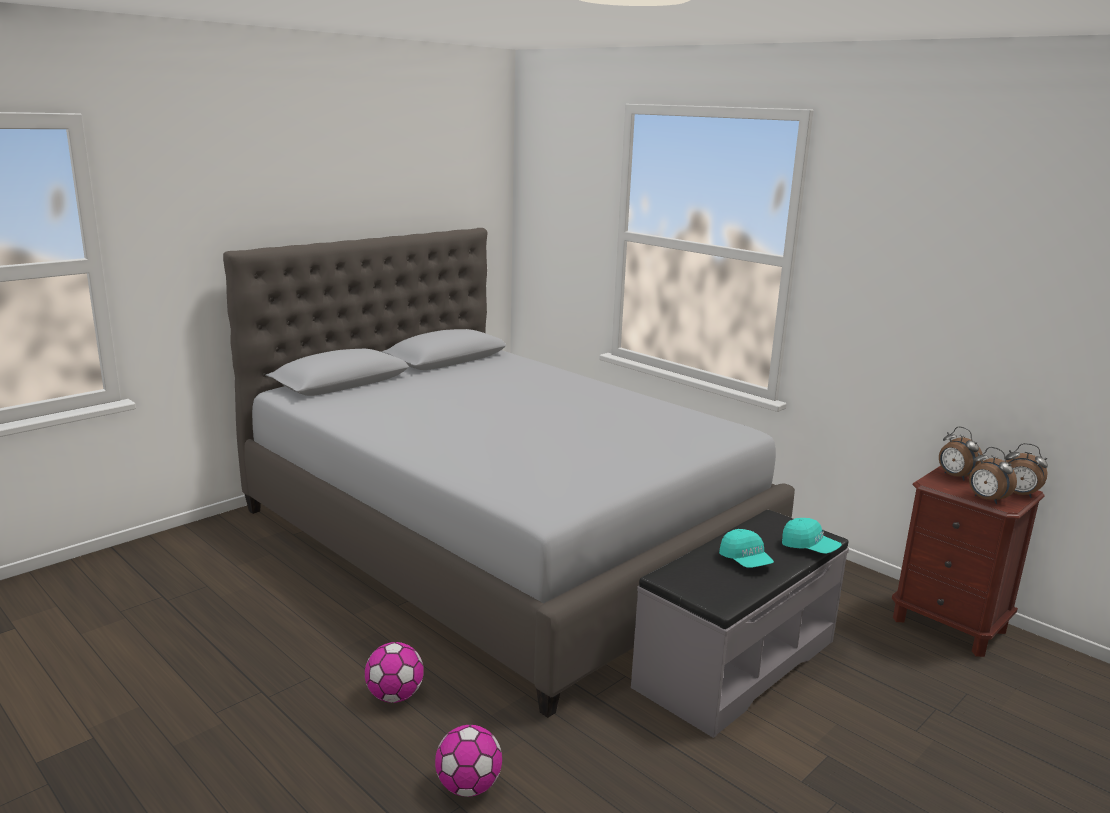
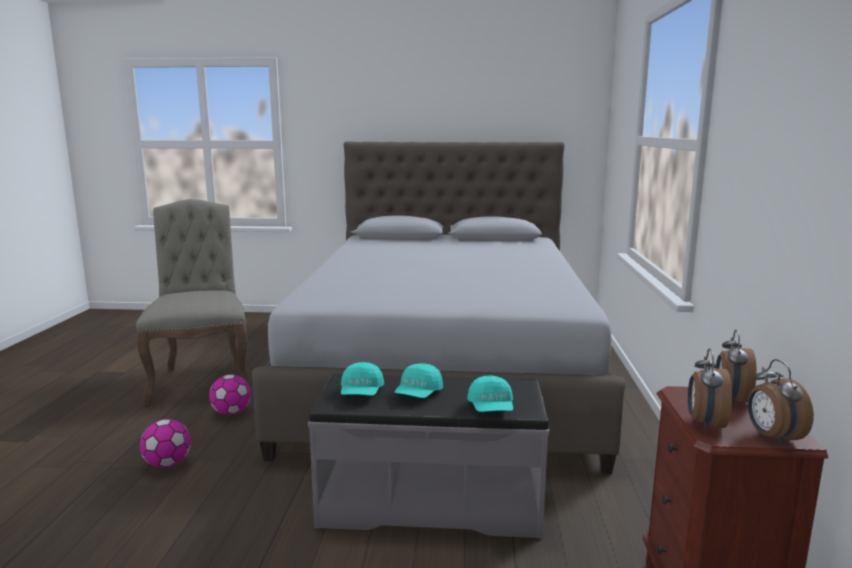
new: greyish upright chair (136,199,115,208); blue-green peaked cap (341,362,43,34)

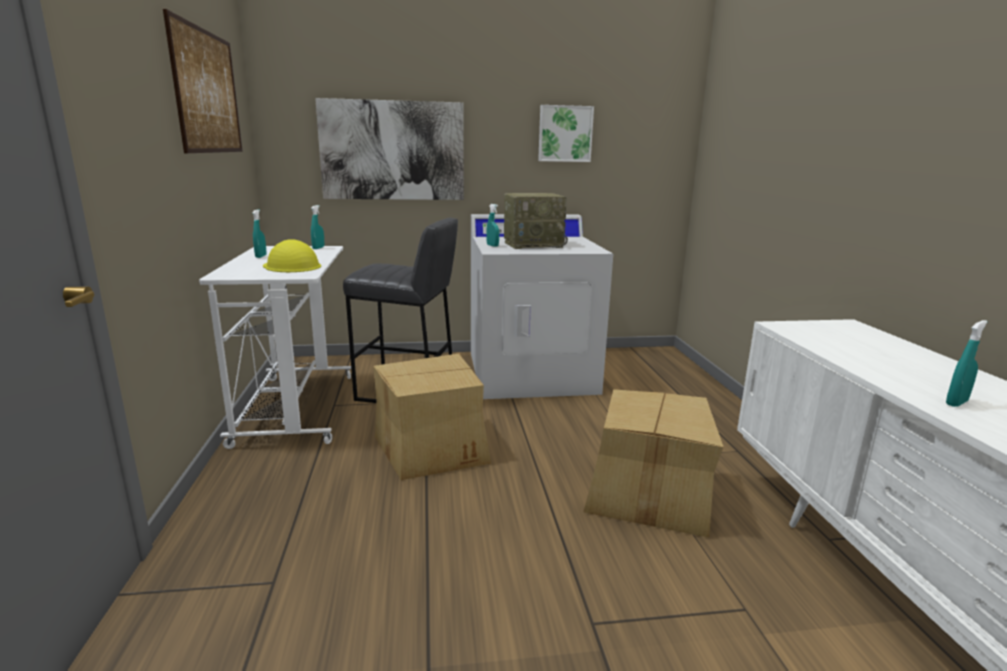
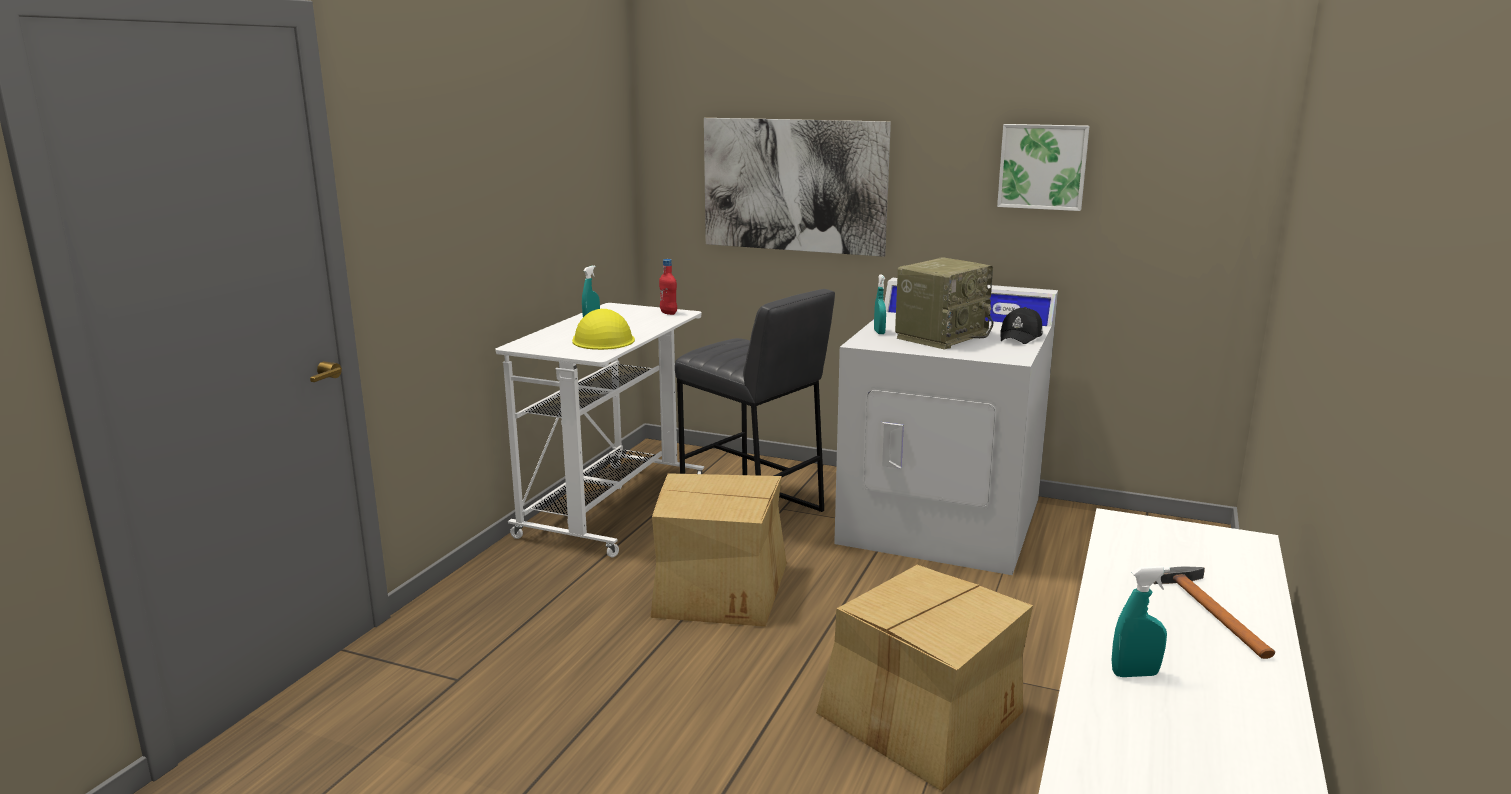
gone: wall art (163,9,80,144)
new: blackish peaked cap (1000,307,42,37); hand hammer (1153,566,122,93)
swapped: blue-green hand sprayer (311,205,13,44) to red-coloured bottle (659,259,18,56)
rotated: radio set (504,193,64,56) = (895,257,98,93) 60 degrees counterclockwise

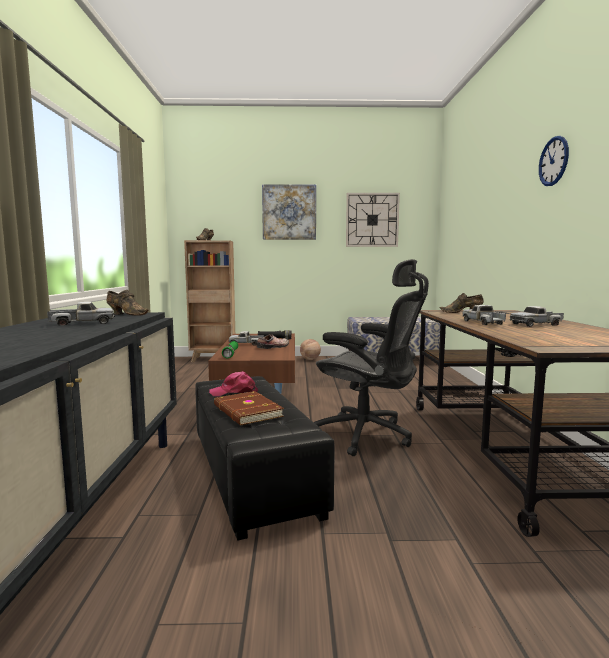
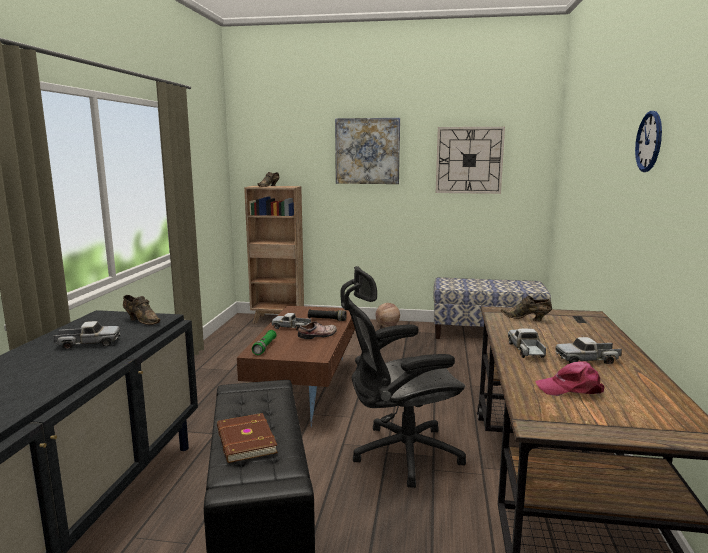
shifted: pink peaked cap (209,371,49,26) to (536,362,68,34)
rotated: desk chair (314,259,115,197) = (340,266,126,222) 120 degrees clockwise

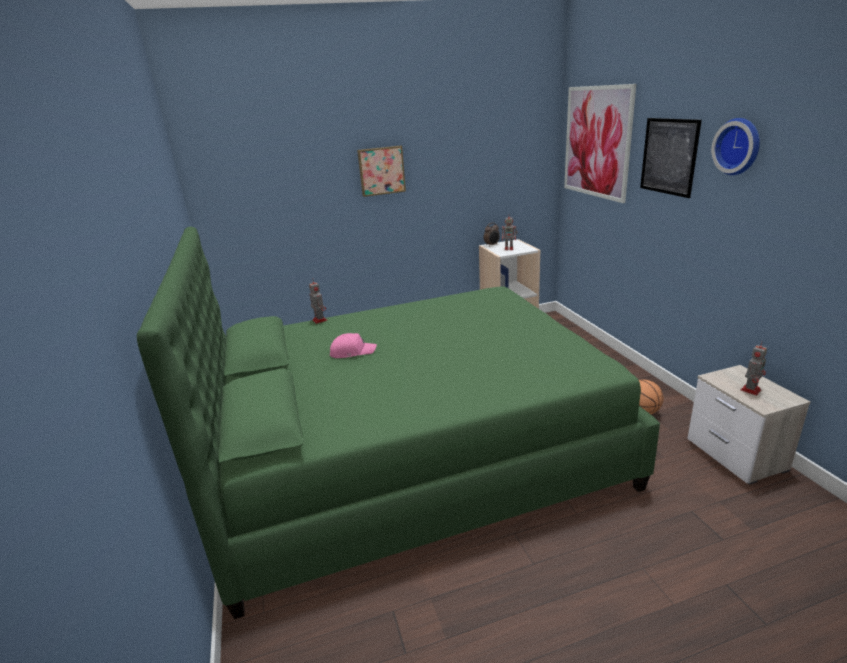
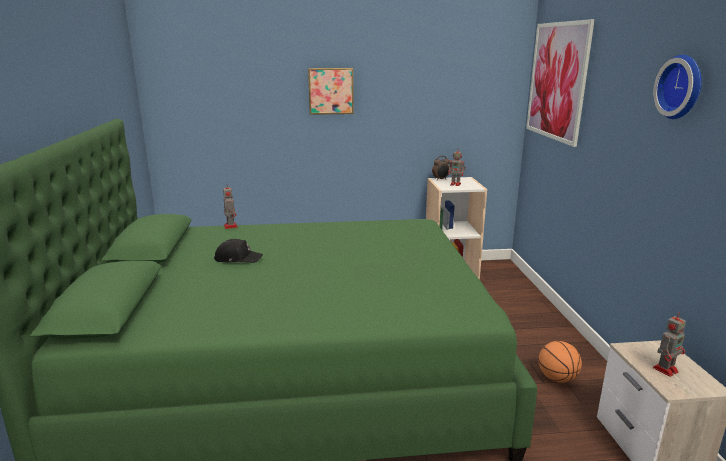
gone: wall art (640,118,62,80)
repainted: pink peaked cap (330,333,47,25) to blackish peaked cap (214,239,49,24)

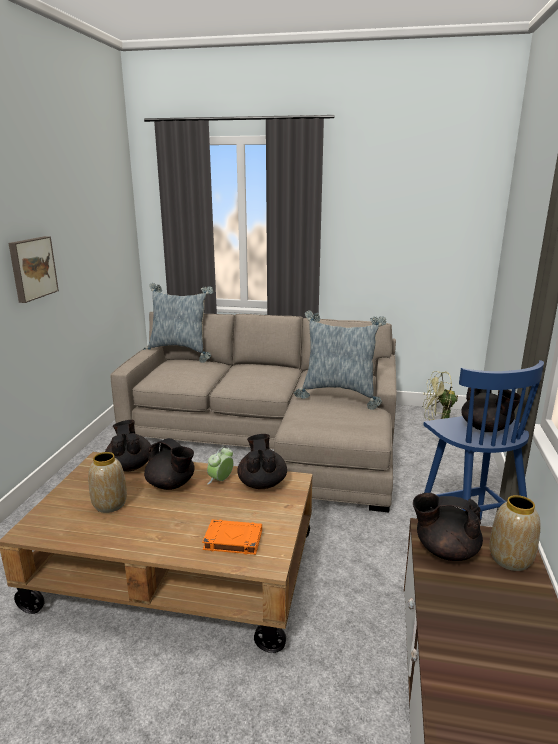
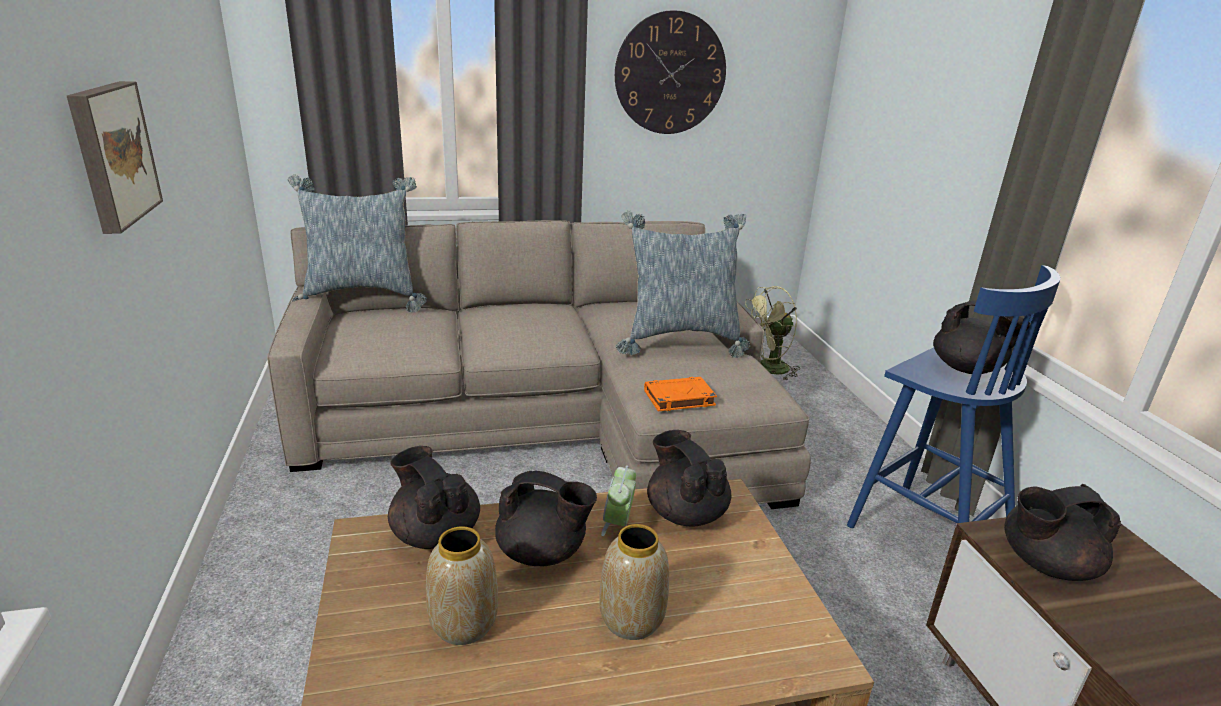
new: wall clock (615,10,111,124)
shifted: orangey bound book (202,520,60,35) to (644,377,73,34); flower vase (489,495,51,76) to (599,524,70,116)

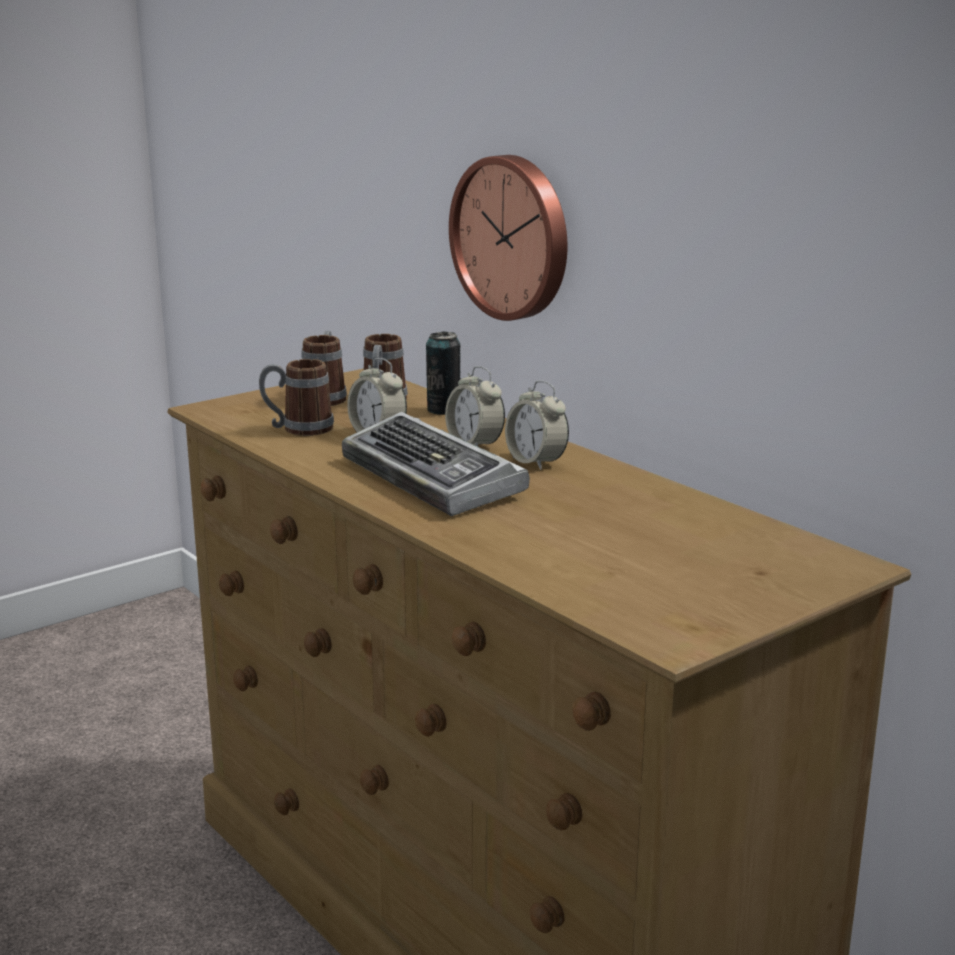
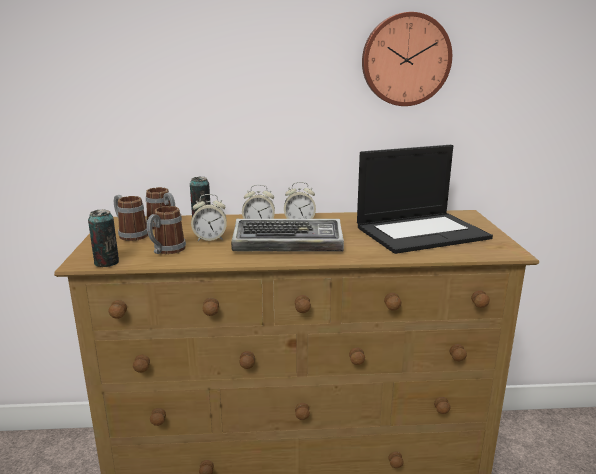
new: can (88,209,31,58); portable computer (357,145,136,109)
shifted: wall clock (449,155,119,166) to (362,12,90,94)

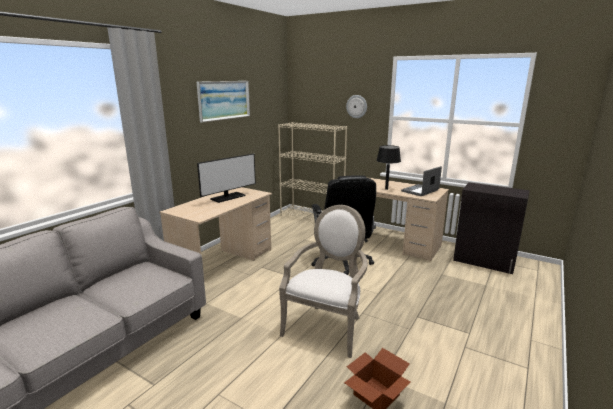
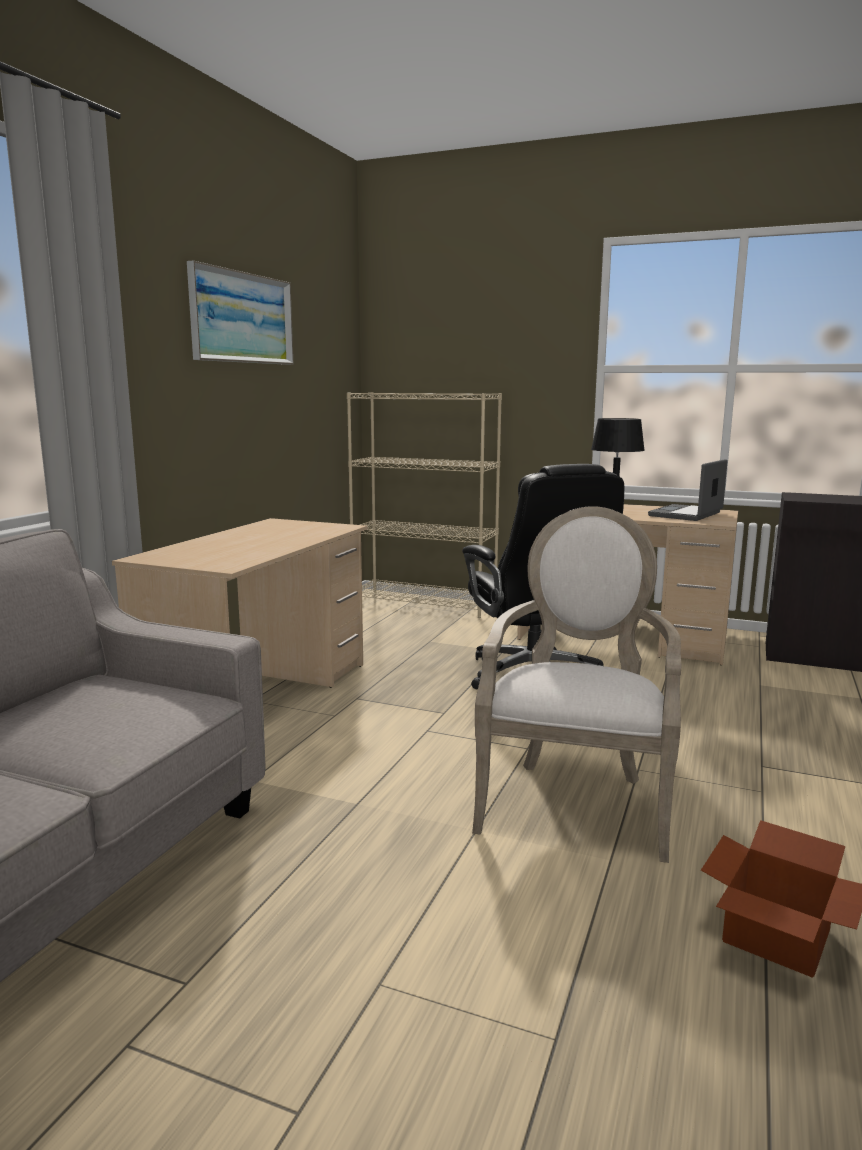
gone: computer display (197,153,59,50); wall clock (346,95,21,23)

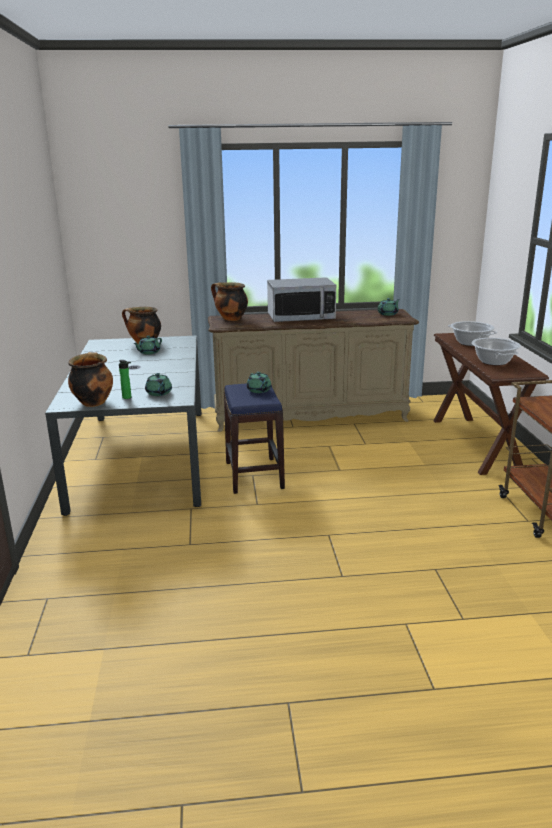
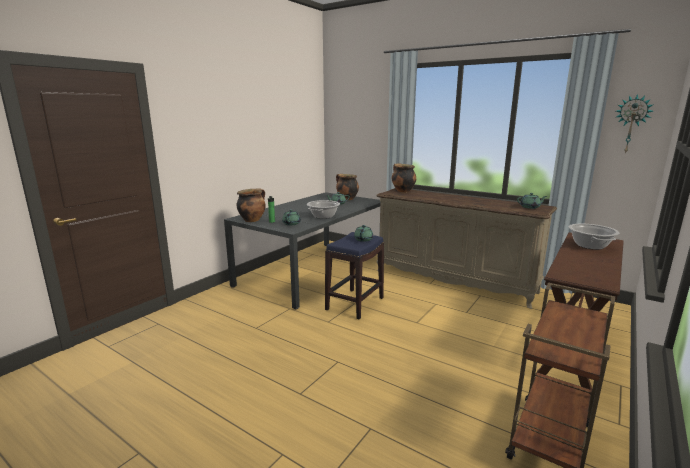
gone: microwave oven (267,277,69,45)
new: wall clock (616,94,37,60)
shifted: stockpot (472,338,49,27) to (307,200,33,19)

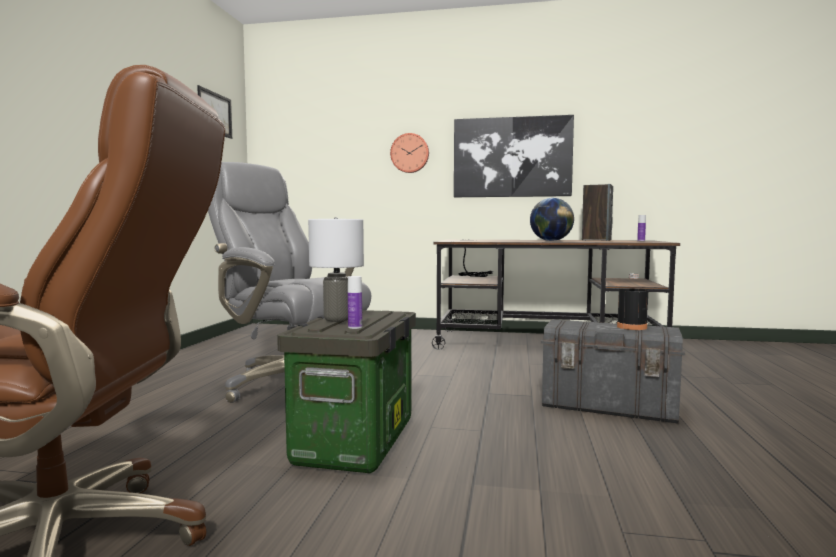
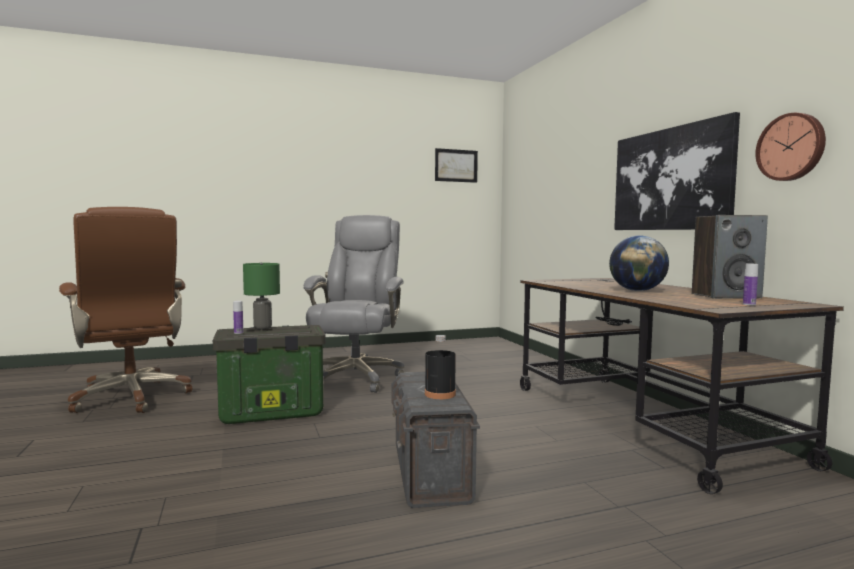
shifted: wall clock (390,133,39,40) to (755,113,71,68)
repainted: white-coloured tabletop lamp (308,217,56,105) to greenish tabletop lamp (243,262,37,68)

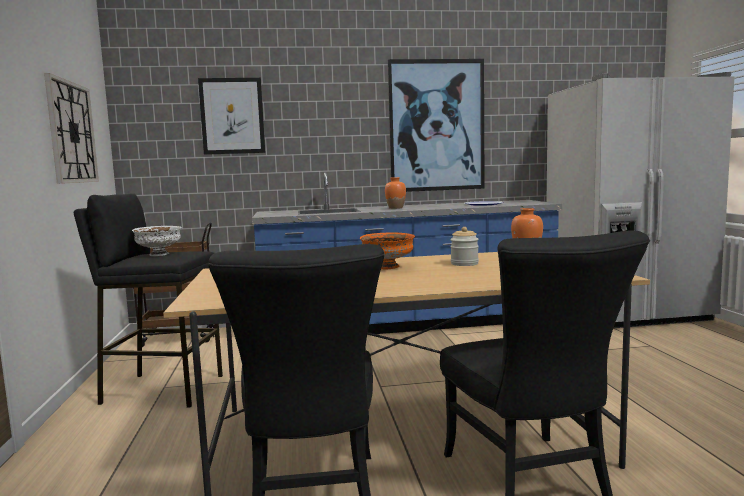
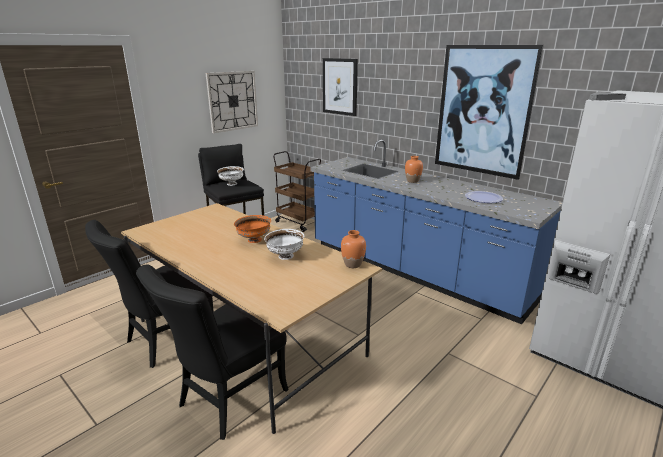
swapped: jar (450,227,29,39) to white-coloured bowl (264,229,40,31)

